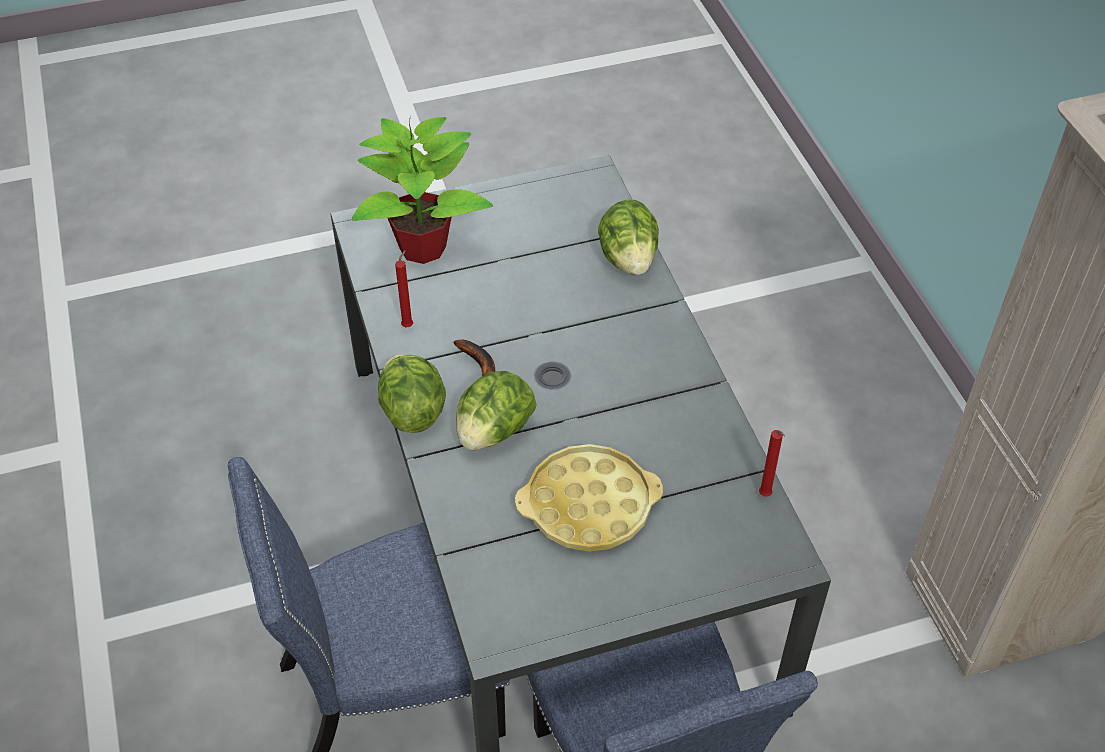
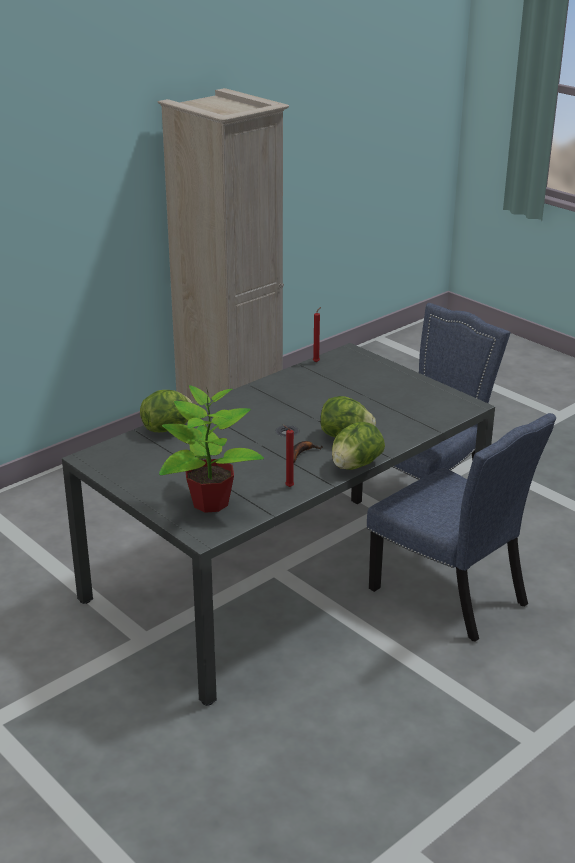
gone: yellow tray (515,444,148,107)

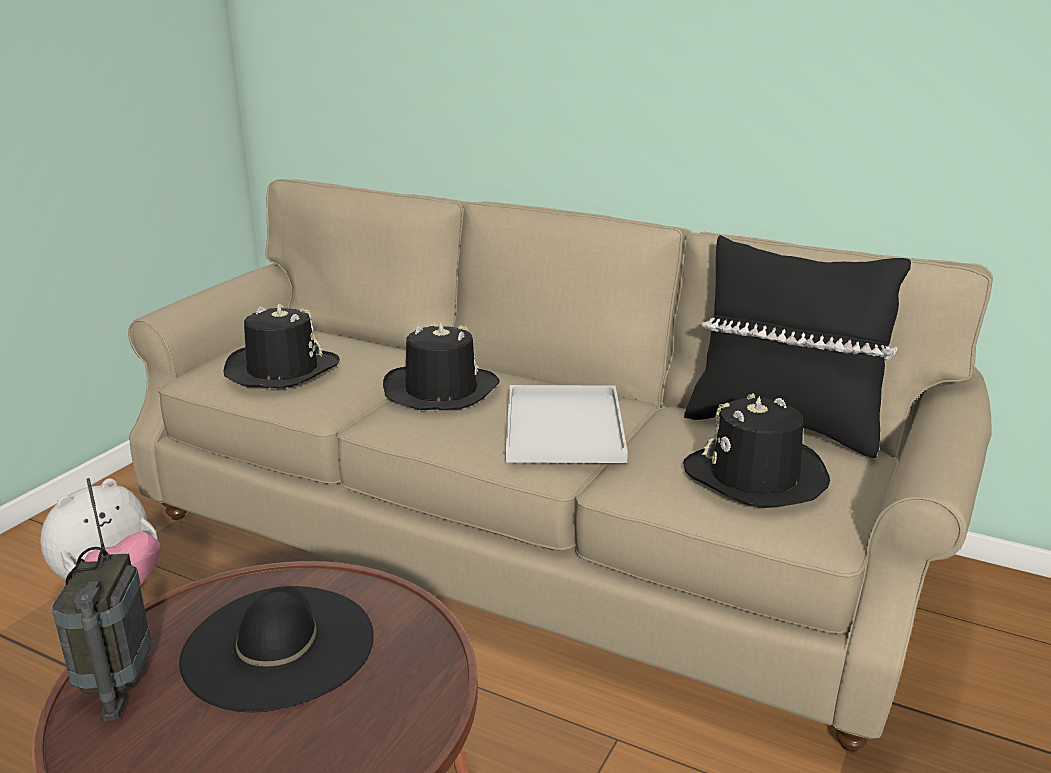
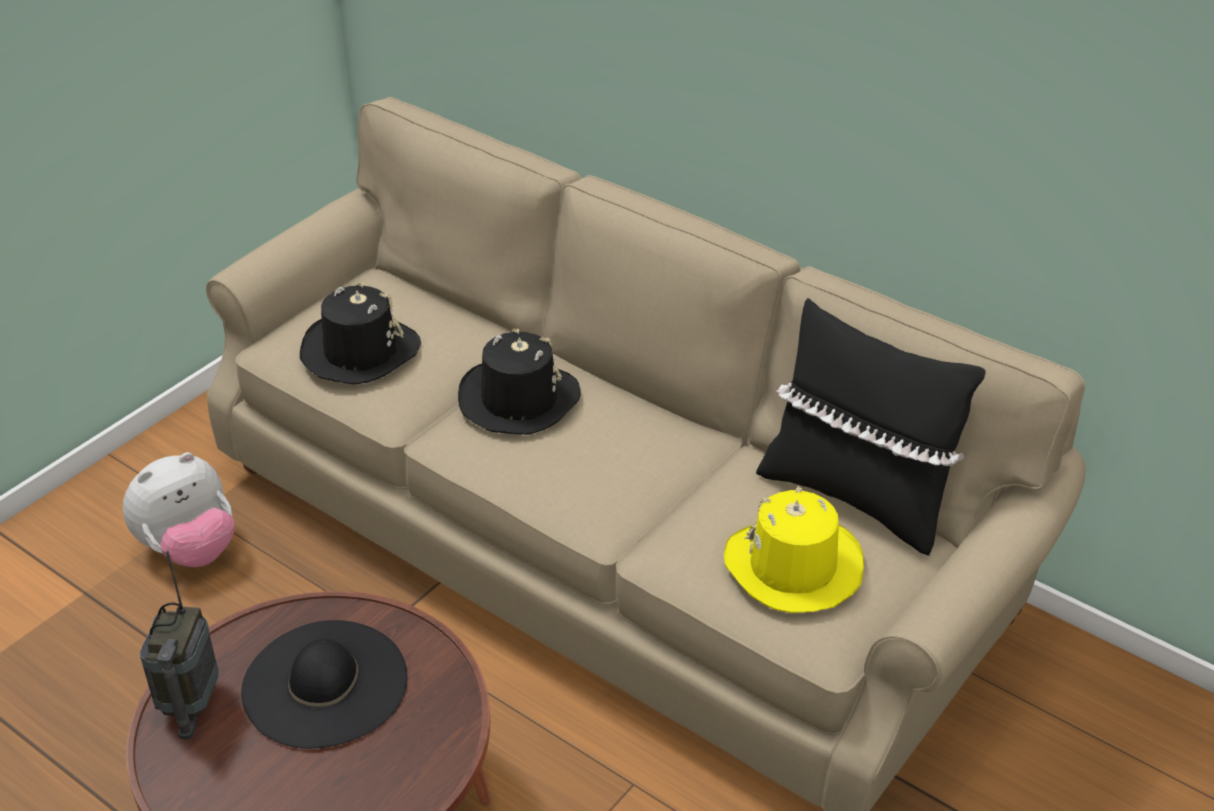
gone: white-coloured tray (506,385,122,78)
repainted: blackish hat (683,394,147,114) to yellow hat (724,486,140,127)

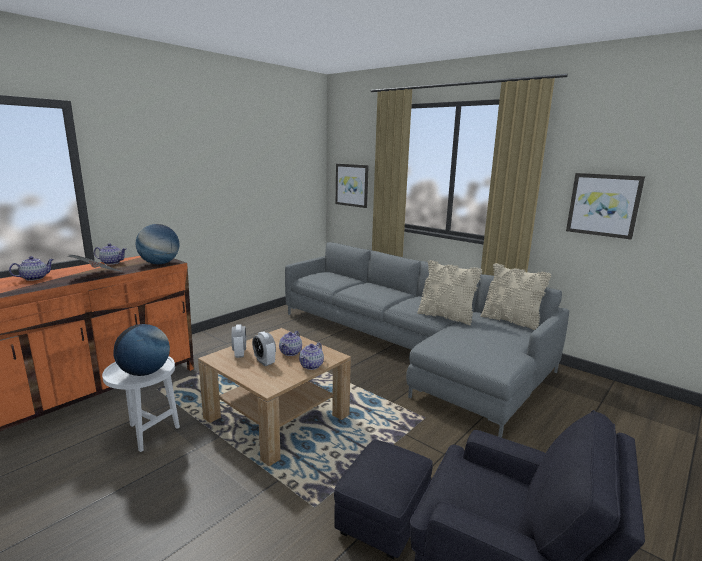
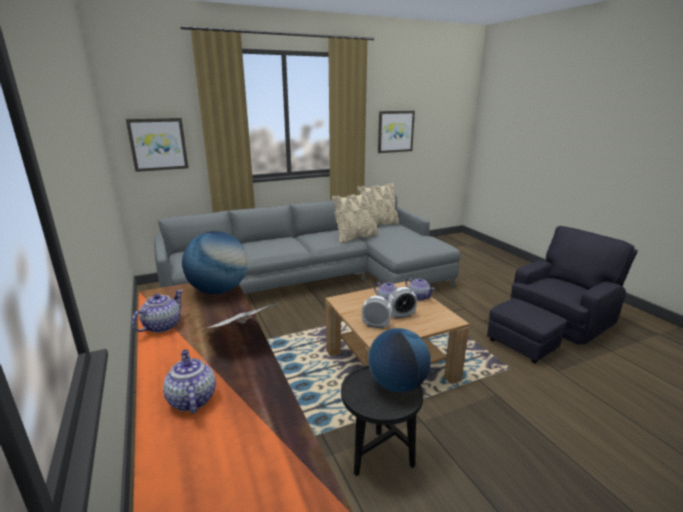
repainted: white-coloured side table (102,356,78,96) to blackish side table (341,365,82,111)

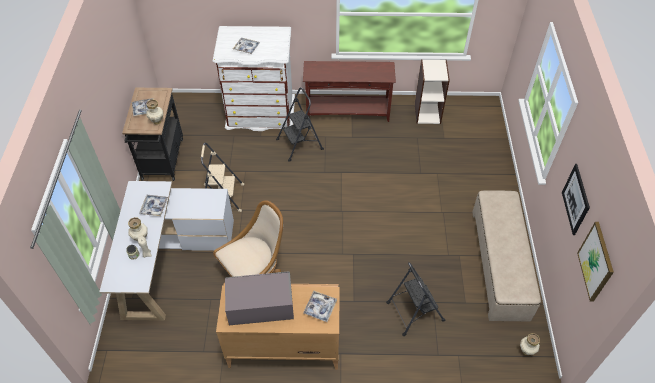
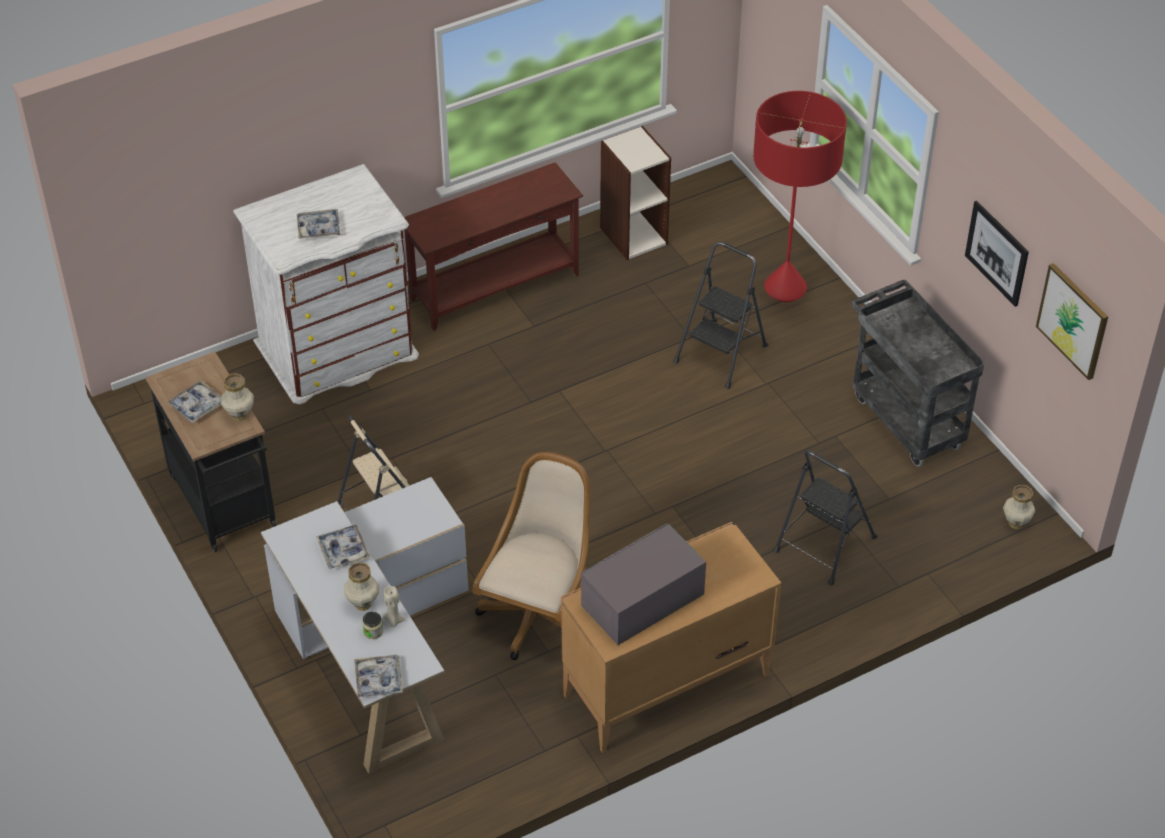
new: red-coloured floor lamp (753,91,94,211)
shifted: blackish step ladder (276,87,48,75) to (673,242,95,147); tray (303,291,34,31) to (354,655,49,43)
swapped: sand-coloured bench (472,190,69,132) to blackish wheeled cart (851,280,133,187)

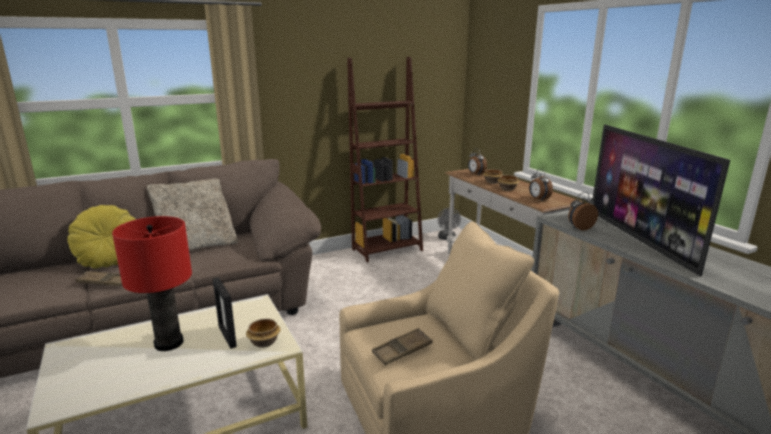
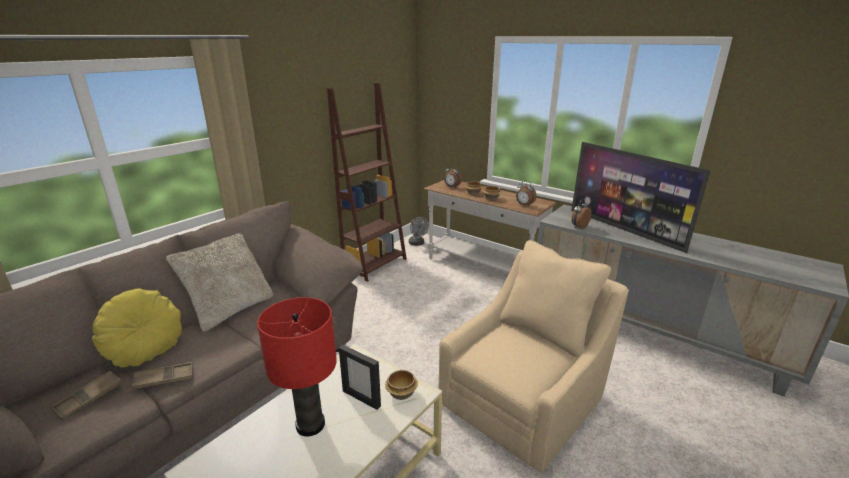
shifted: brownish tray (372,328,61,37) to (51,371,72,50)

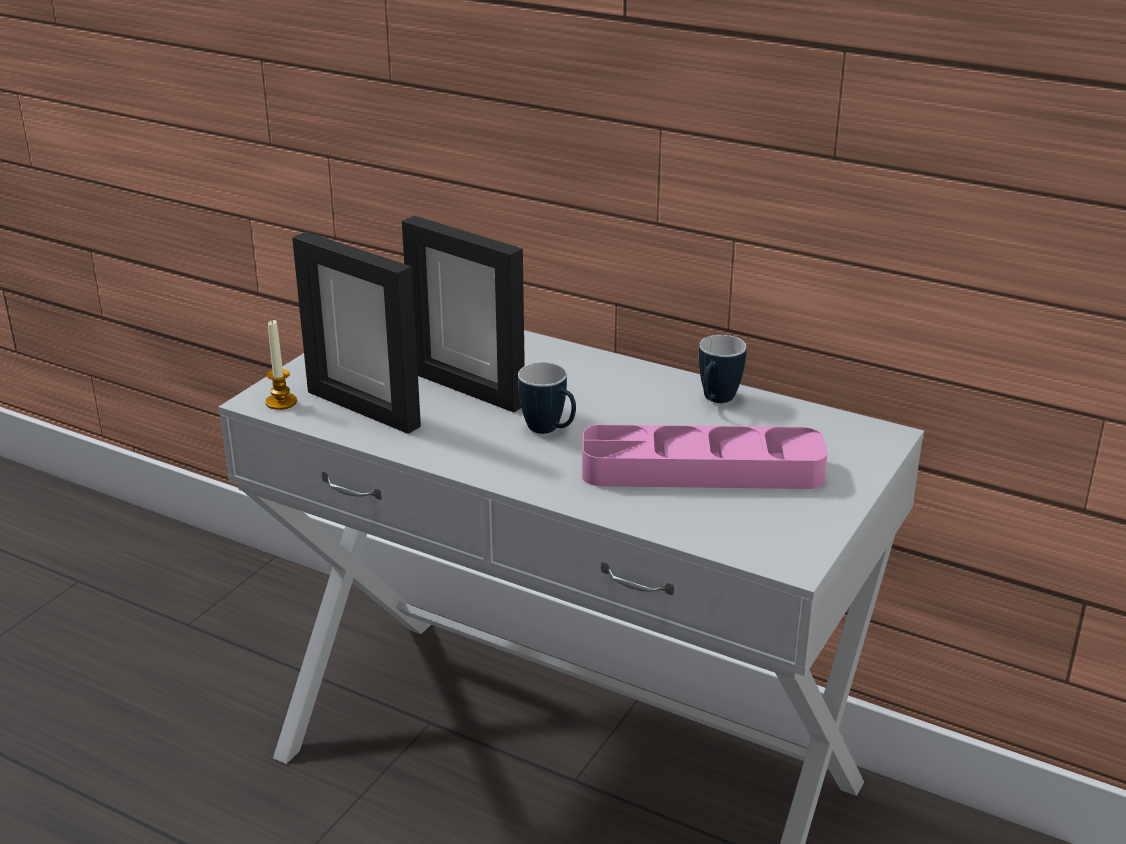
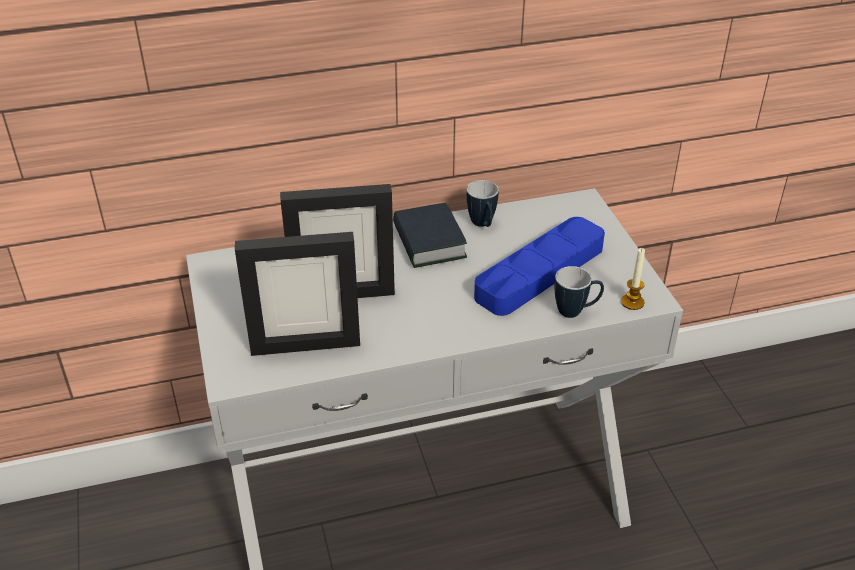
new: bound book (393,203,74,65)
shifted: candle (266,320,31,90) to (621,248,24,62); tea mug (518,363,58,71) to (555,266,49,52)
repainted: pink tray (582,424,245,65) to blue tray (474,217,131,99)

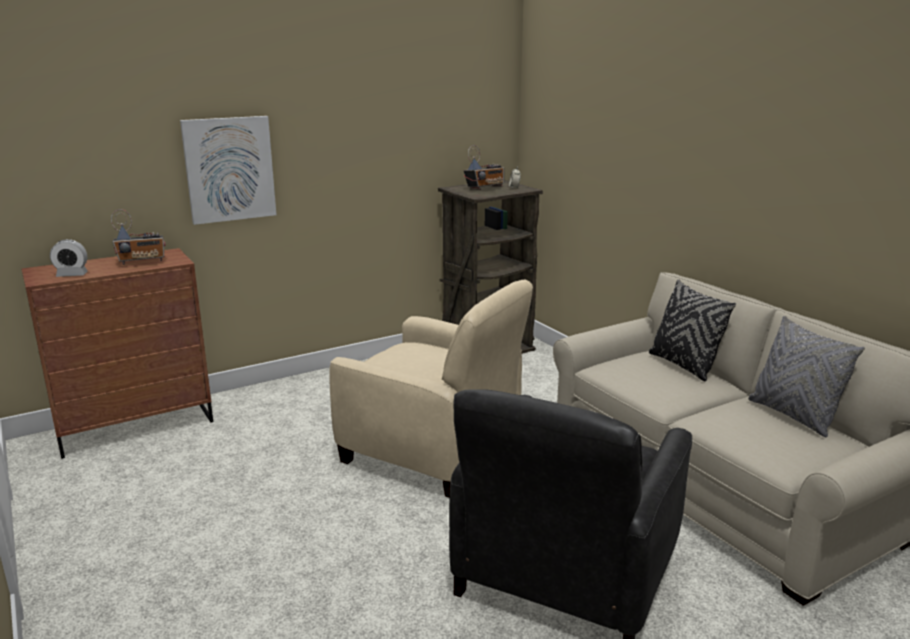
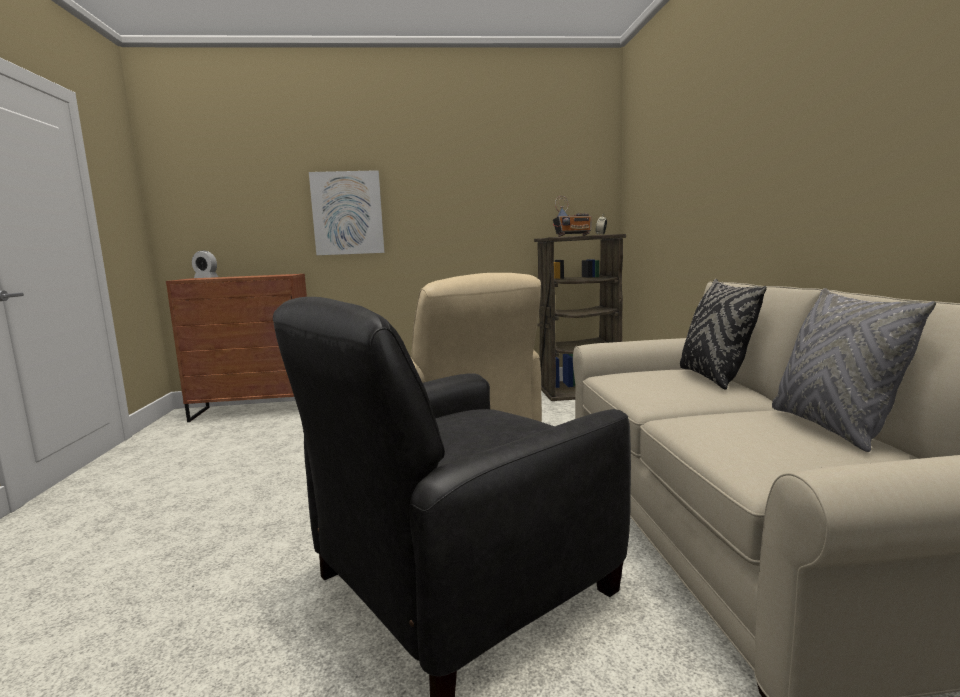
gone: radio set (111,209,54,56)

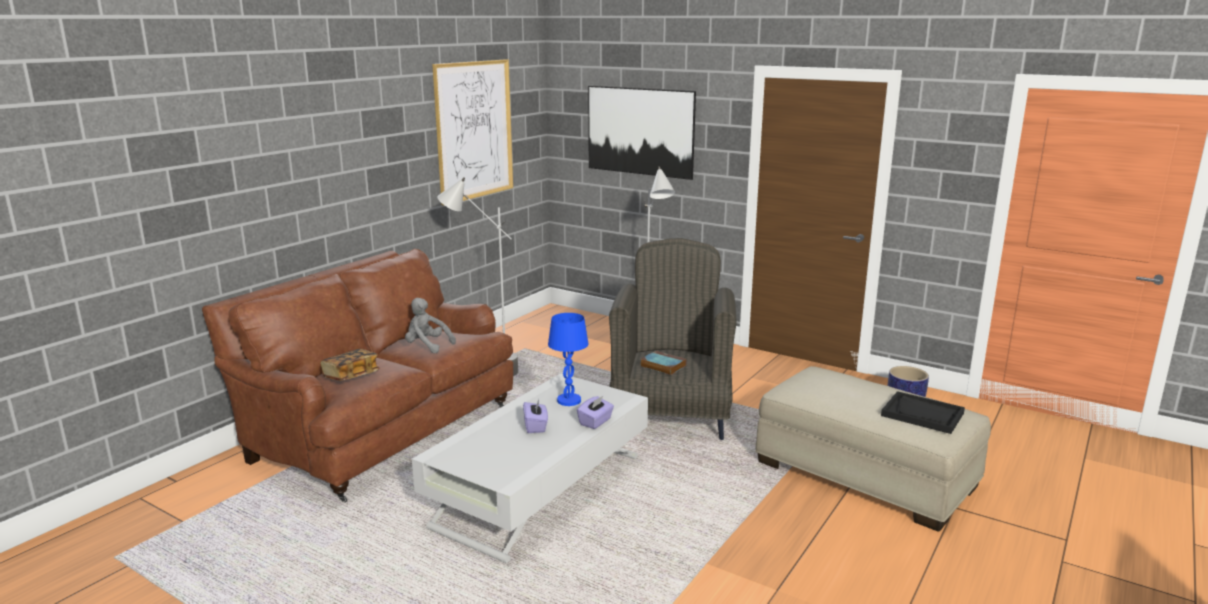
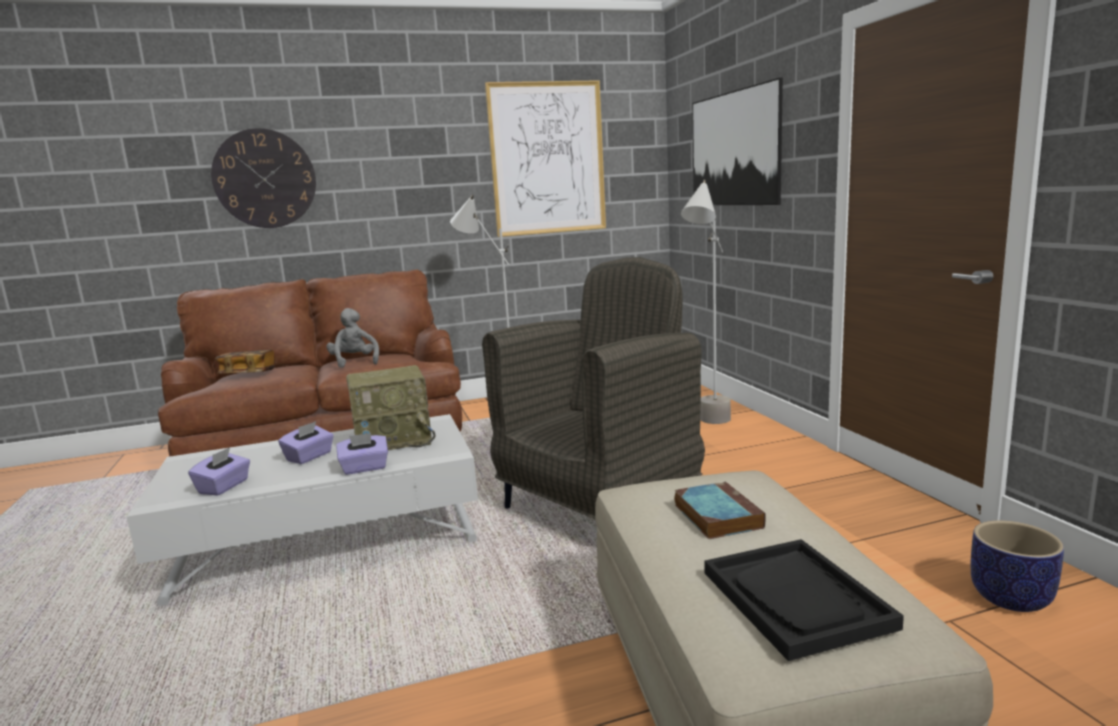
new: purplish box of tissues (188,447,62,49); wall clock (211,128,105,100)
shifted: bound book (641,351,46,24) to (674,482,92,57)
swapped: blue tabletop lamp (548,313,41,93) to radio set (346,365,89,85)

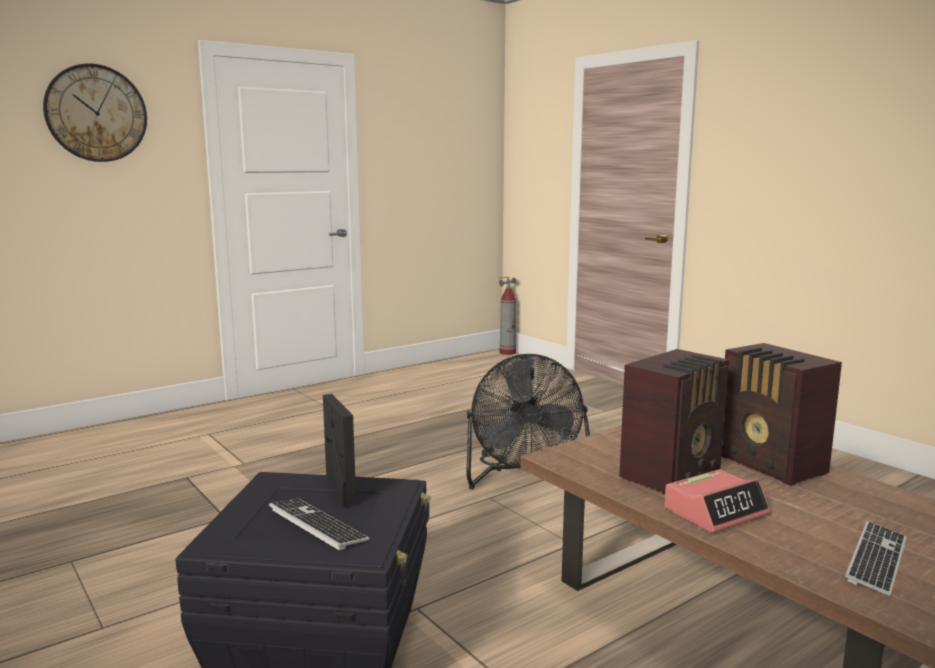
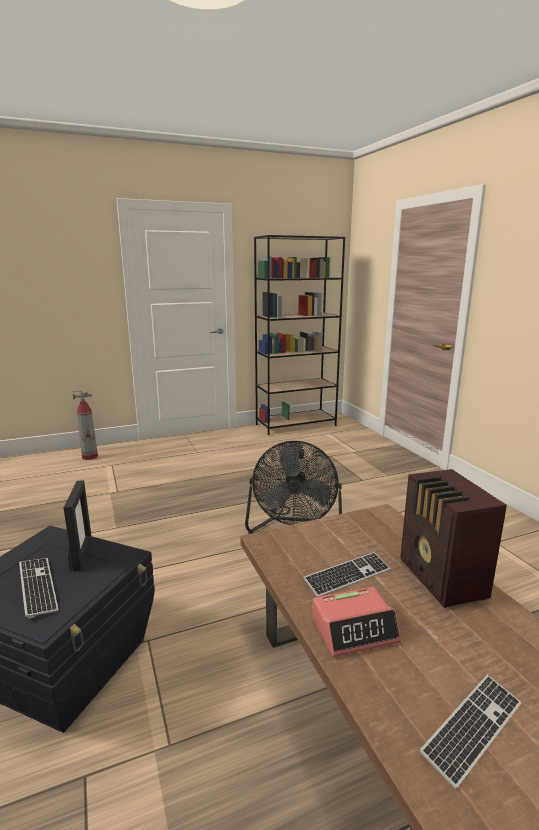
gone: wall clock (43,64,104,98)
new: sand-coloured bookcase (254,235,91,200)
shifted: extinguisher (499,277,18,78) to (73,391,25,69)
swapped: radio set (619,349,110,145) to keyboard (303,552,87,45)

